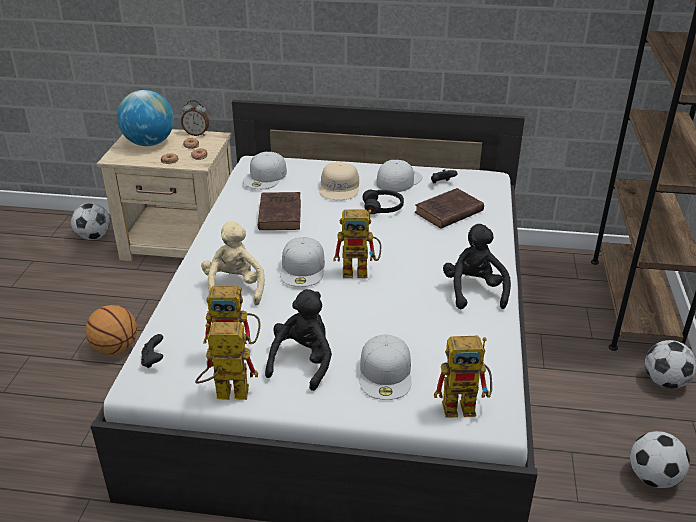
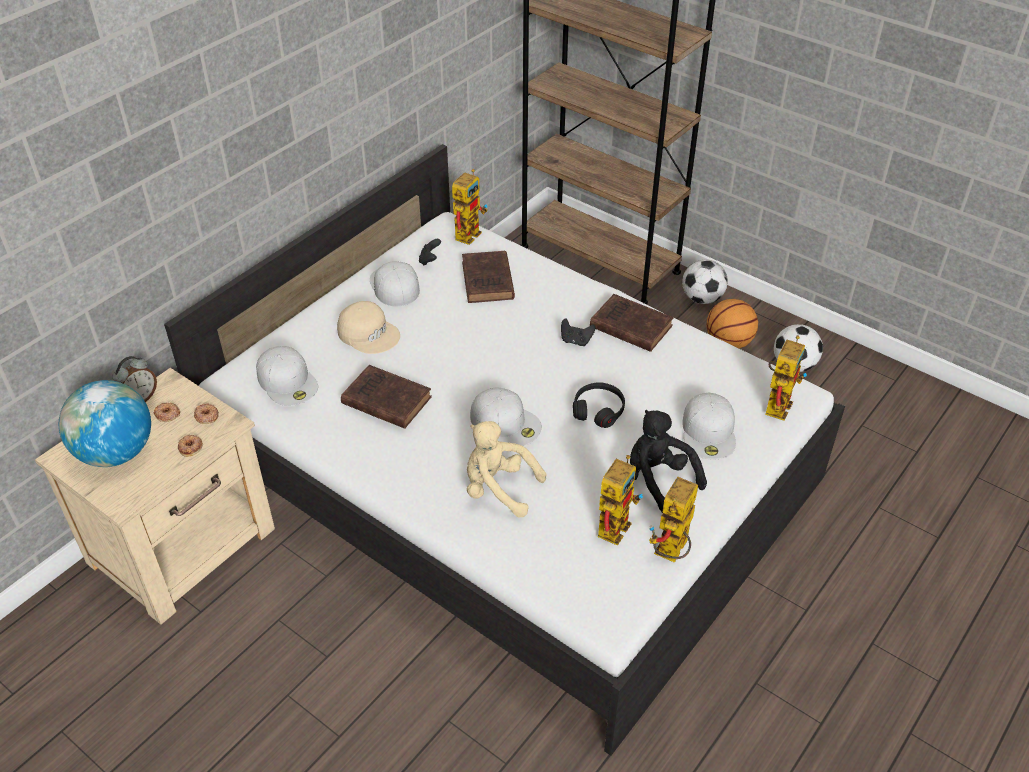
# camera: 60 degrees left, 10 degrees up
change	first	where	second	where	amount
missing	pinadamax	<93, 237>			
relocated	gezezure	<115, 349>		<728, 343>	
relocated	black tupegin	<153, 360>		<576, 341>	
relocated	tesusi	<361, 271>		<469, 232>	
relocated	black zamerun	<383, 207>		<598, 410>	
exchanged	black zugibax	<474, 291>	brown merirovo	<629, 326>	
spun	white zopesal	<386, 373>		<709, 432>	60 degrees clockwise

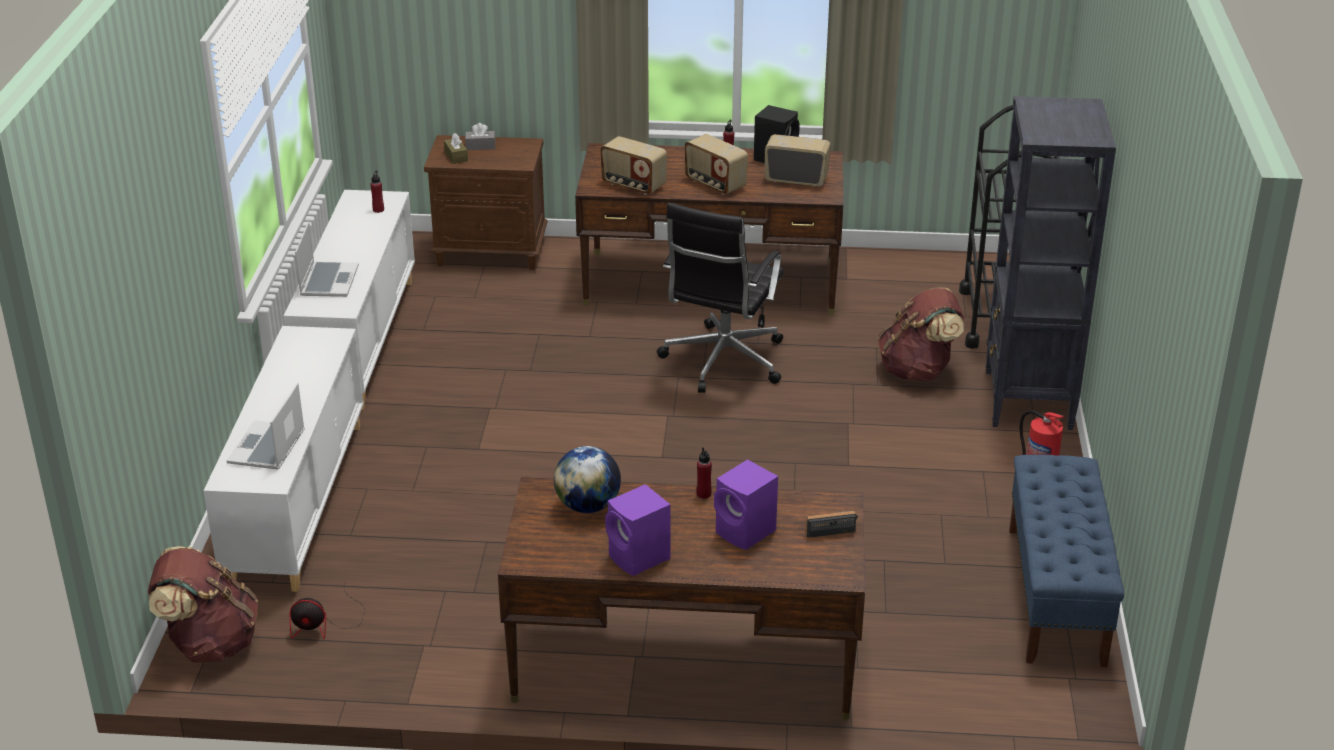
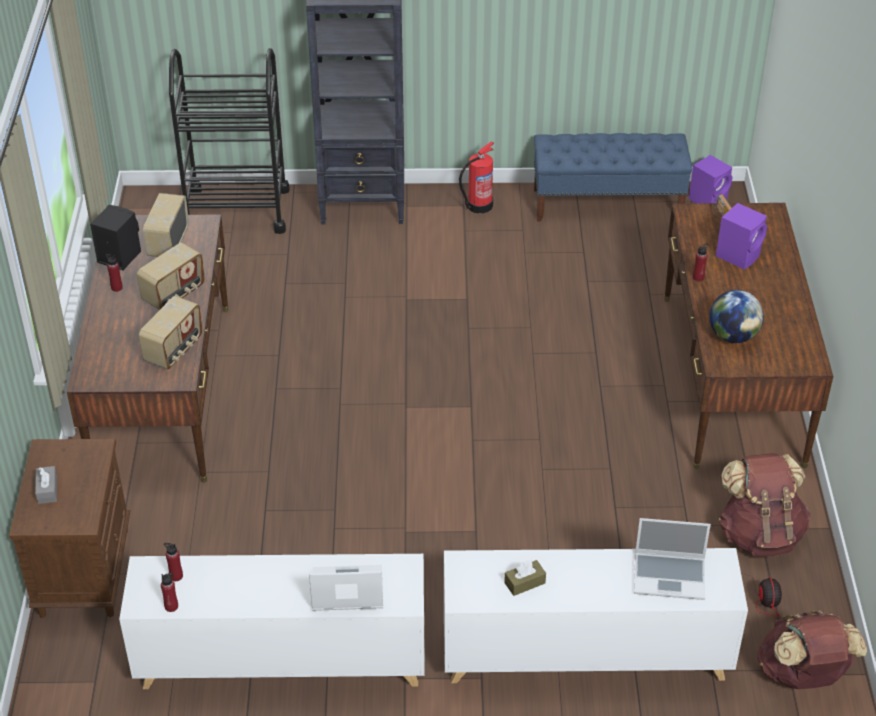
# camera: 95 degrees left, 10 degrees up
change	first	where	second	where	amount
missing	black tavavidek	<722, 362>			
appeared			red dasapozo	<171, 606>	
relocated	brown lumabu	<456, 156>		<524, 583>	
relocated	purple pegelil	<640, 558>		<709, 200>	
relocated	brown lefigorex	<918, 371>		<759, 534>	

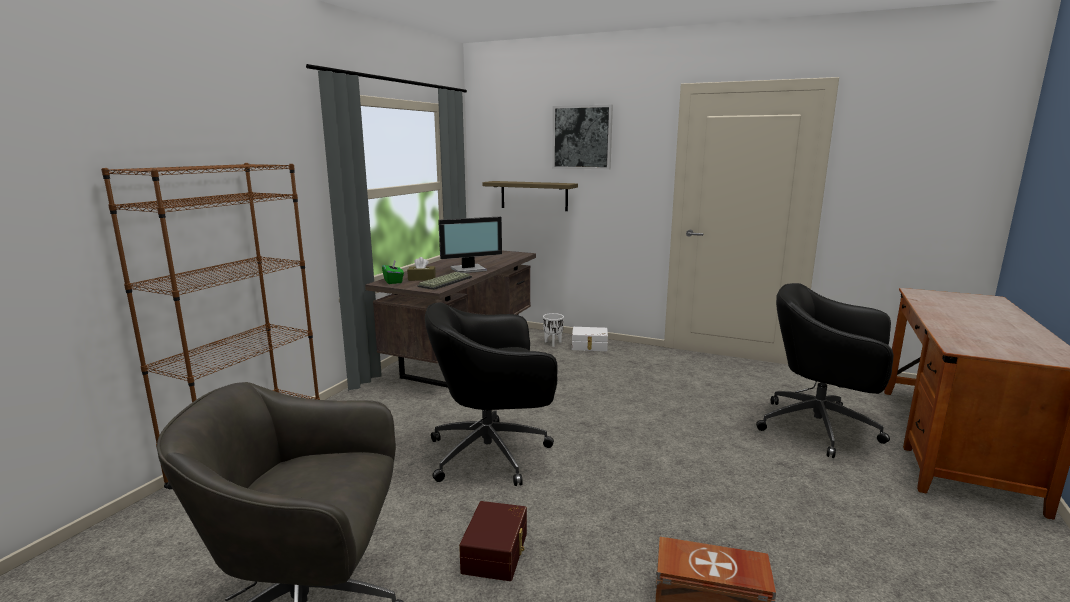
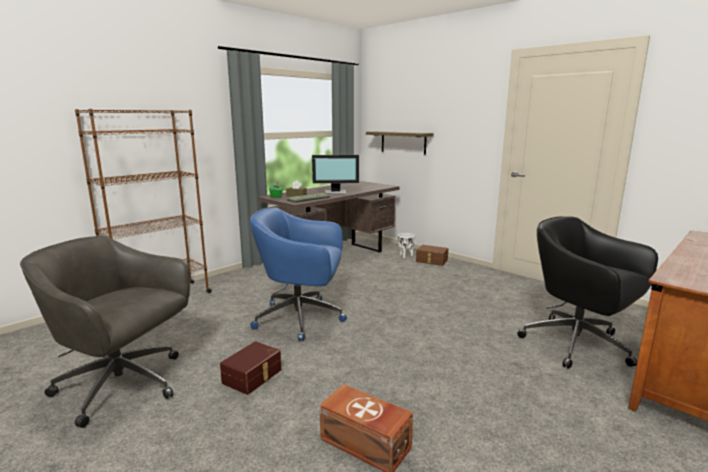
# camera: 20 degrees right, 0 degrees up
change	first	where	second	where	amount
missing	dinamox	<582, 137>			
colour	black tavavidek	<493, 453>	blue tavavidek	<302, 318>	
colour	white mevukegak	<589, 346>	brown mevukegak	<431, 261>	

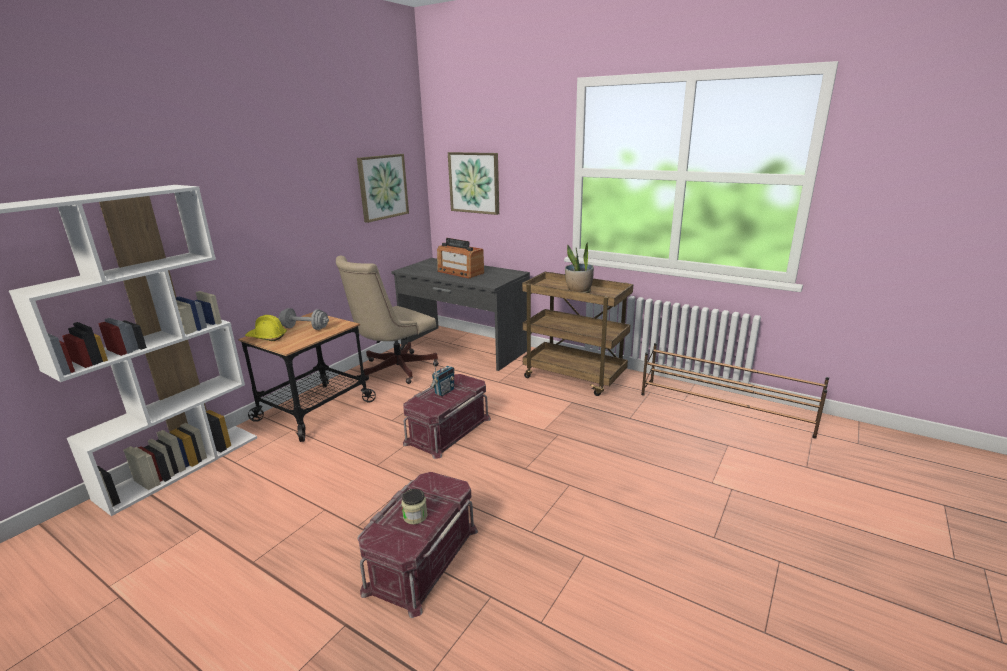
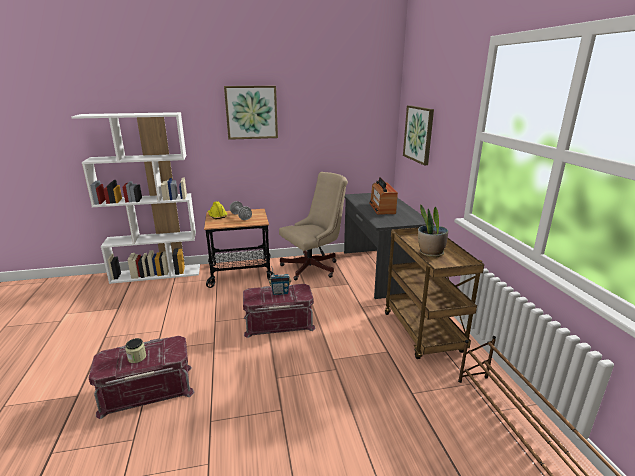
# camera: 45 degrees right, 0 degrees up
change	first	where	second	where	amount
relocated	dinamox	<382, 187>		<251, 112>	
spun	beige tavavidek	<393, 370>		<314, 267>	150 degrees clockwise

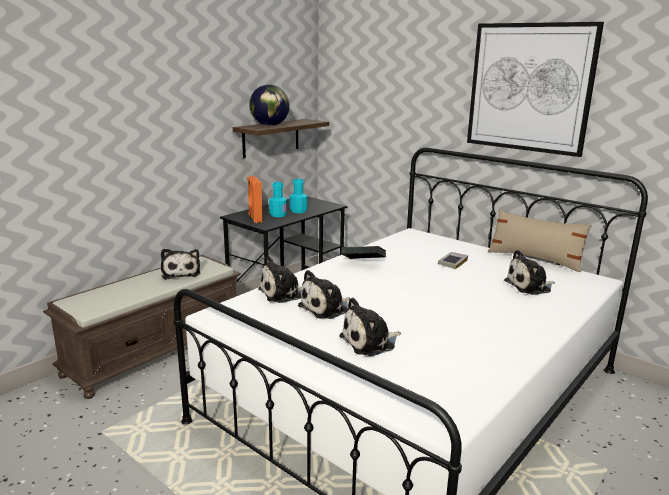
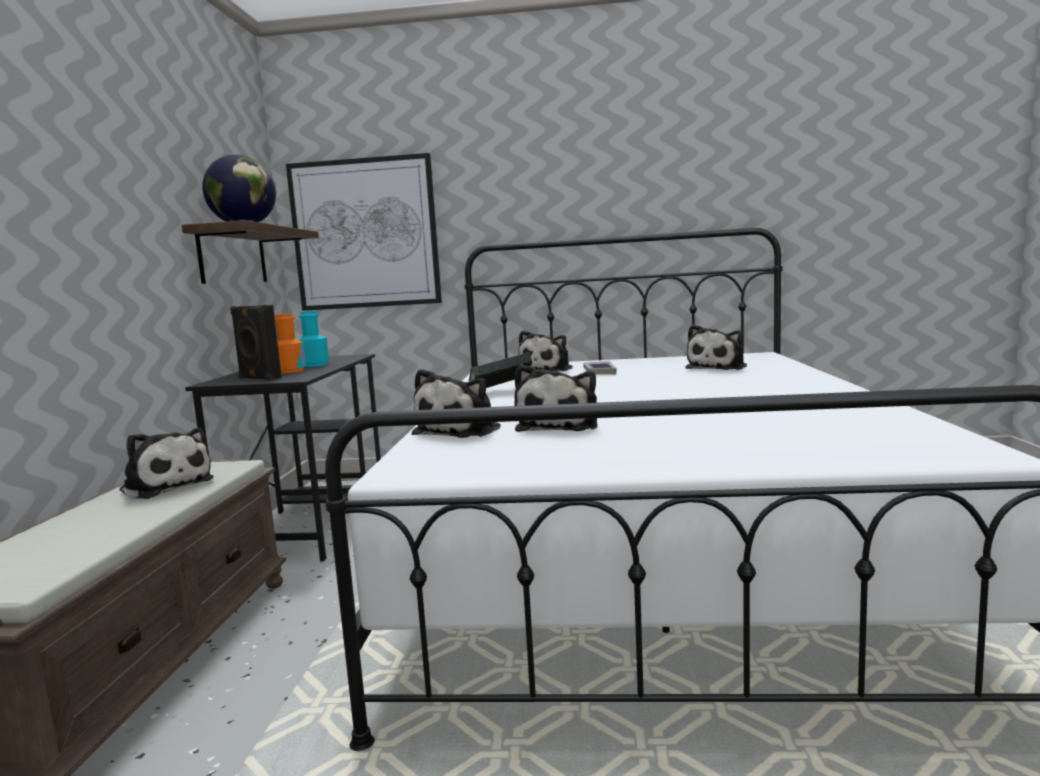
# camera: 35 degrees left, 10 degrees down
change	first	where	second	where	amount
missing	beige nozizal	<534, 259>			
relocated	zugibax	<370, 342>		<547, 370>	
relocated	dinamox	<529, 88>		<365, 234>	
colour	orange pegelil	<254, 218>	black pegelil	<258, 378>	
colour	turquoise dasapozo	<278, 215>	orange dasapozo	<290, 371>	

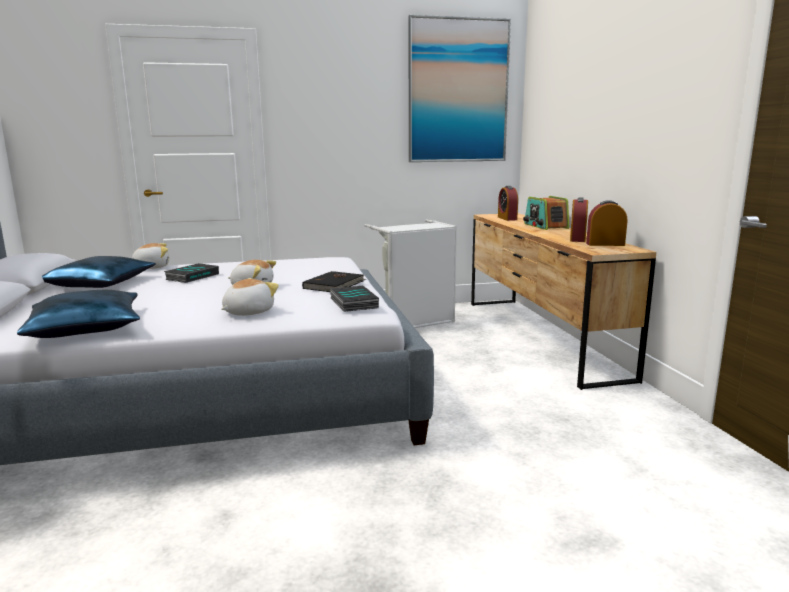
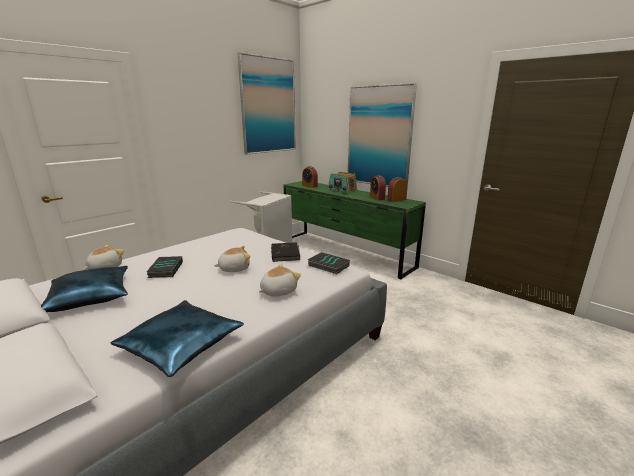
# camera: 35 degrees left, 5 degrees up
change	first	where	second	where	amount
appeared			dinamox	<379, 137>	
colour	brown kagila	<539, 336>	green kagila	<345, 252>	
spun	zugibax	<247, 312>		<278, 291>	45 degrees clockwise

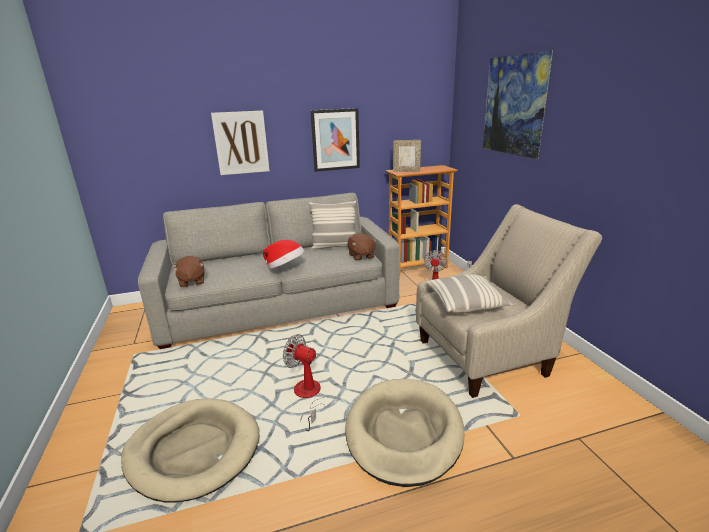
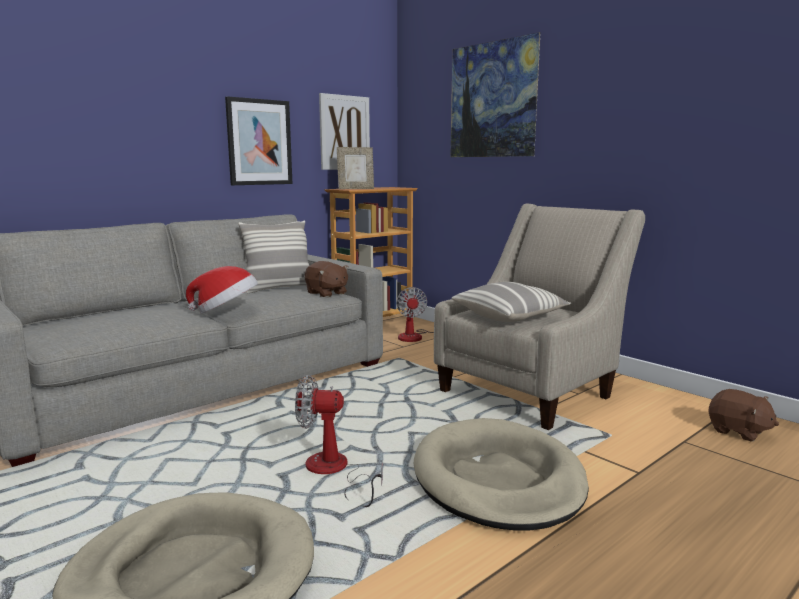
# camera: 25 degrees left, 10 degrees down
change	first	where	second	where	amount
relocated	brown zugibax	<191, 282>		<738, 431>	
relocated	dinamox	<241, 143>		<344, 133>	

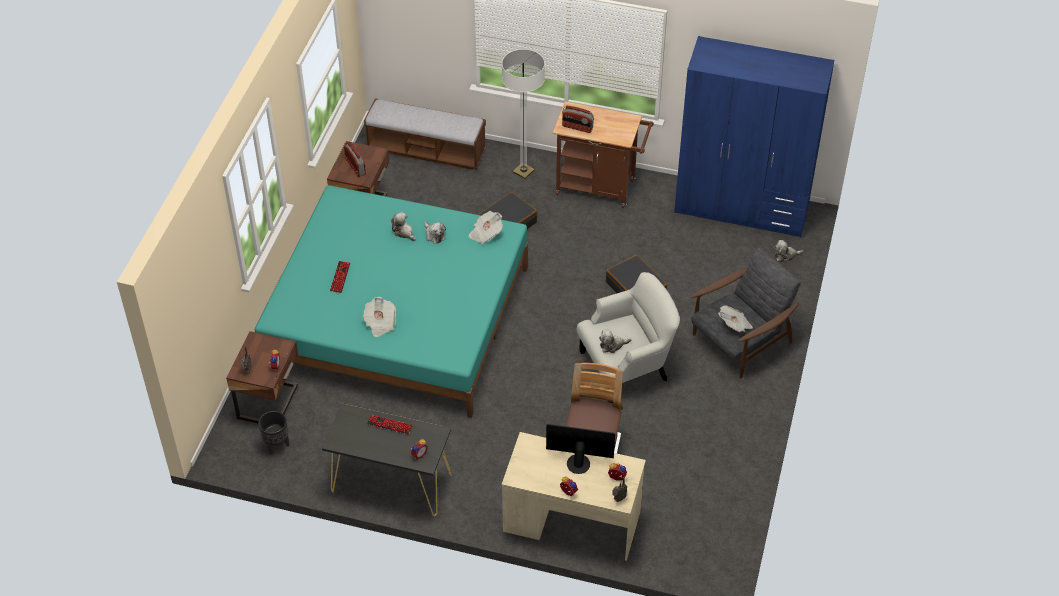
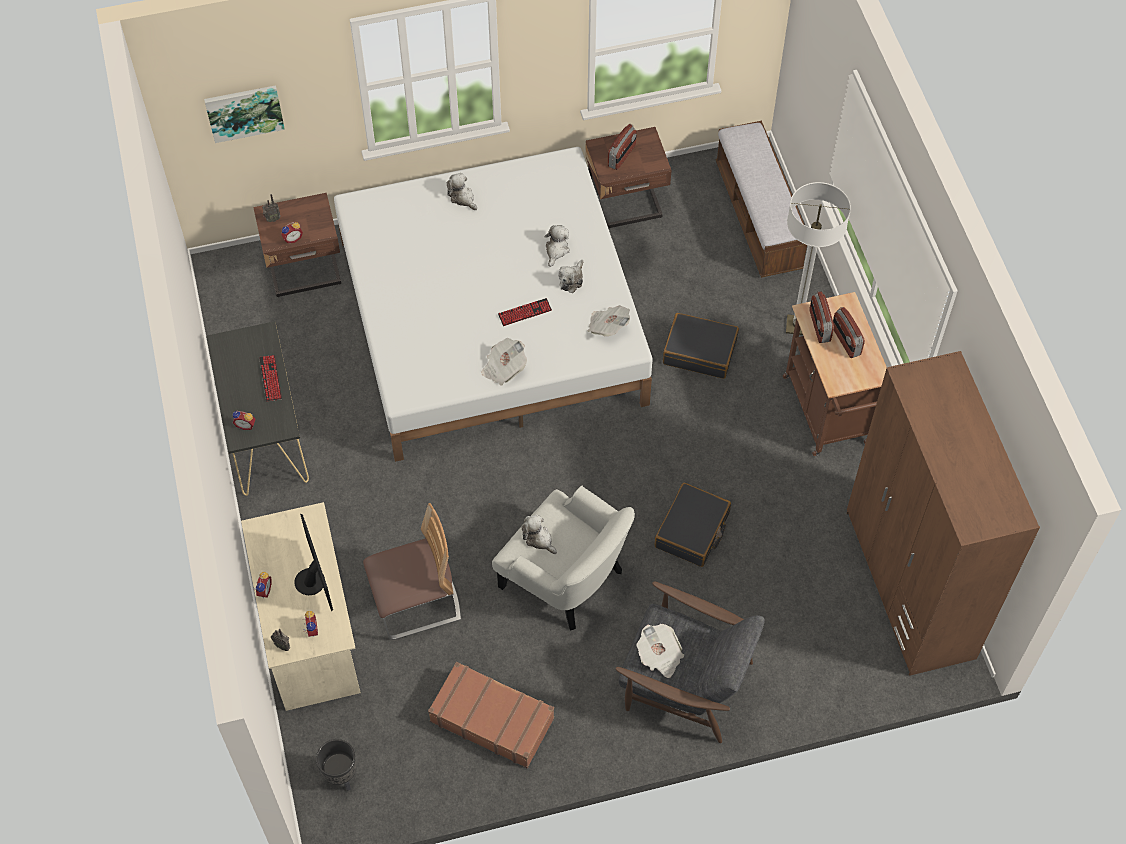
# camera: 60 degrees right, 10 degrees up
change	first	where	second	where	amount
appeared			dinamox	<244, 112>	
appeared			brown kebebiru	<492, 719>	
appeared			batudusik	<845, 341>	
relocated	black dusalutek	<276, 446>		<340, 776>	
relocated	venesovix	<340, 277>		<524, 312>	
relocated	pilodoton	<380, 323>		<504, 368>	
relocated	zugibax	<786, 256>		<462, 197>	
colour	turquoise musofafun	<398, 317>	white musofafun	<492, 321>	
colour	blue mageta	<742, 209>	brown mageta	<909, 585>	

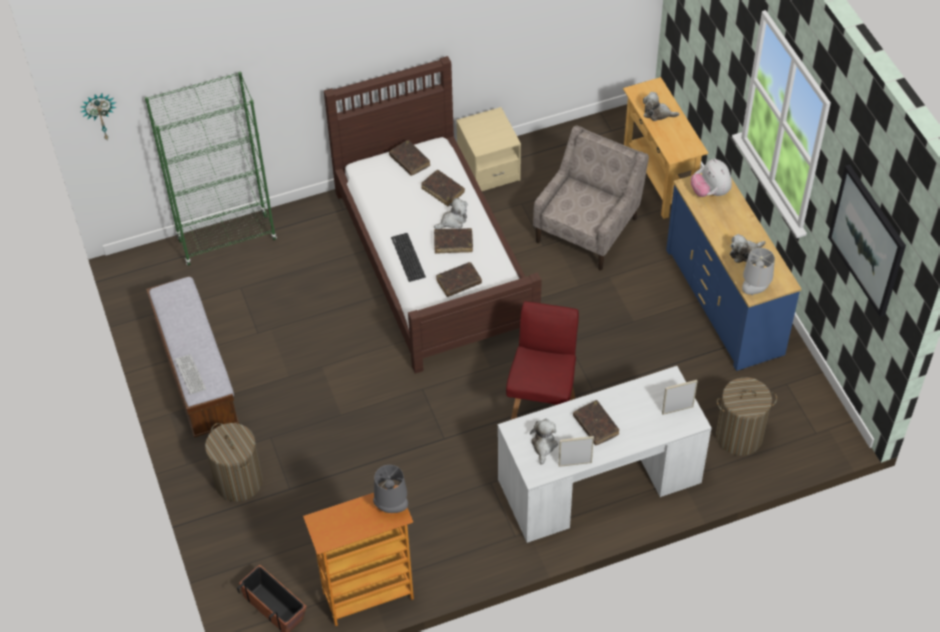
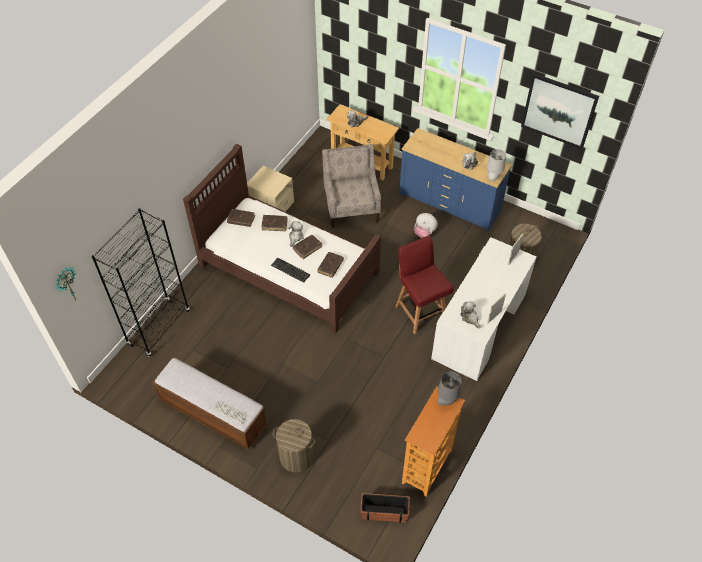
# camera: 40 degrees left, 0 degrees up
change	first	where	second	where	amount
missing	brown merirovo	<595, 426>			
relocated	zugibax	<710, 192>		<424, 232>	
colour	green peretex	<227, 239>	black peretex	<159, 328>	

